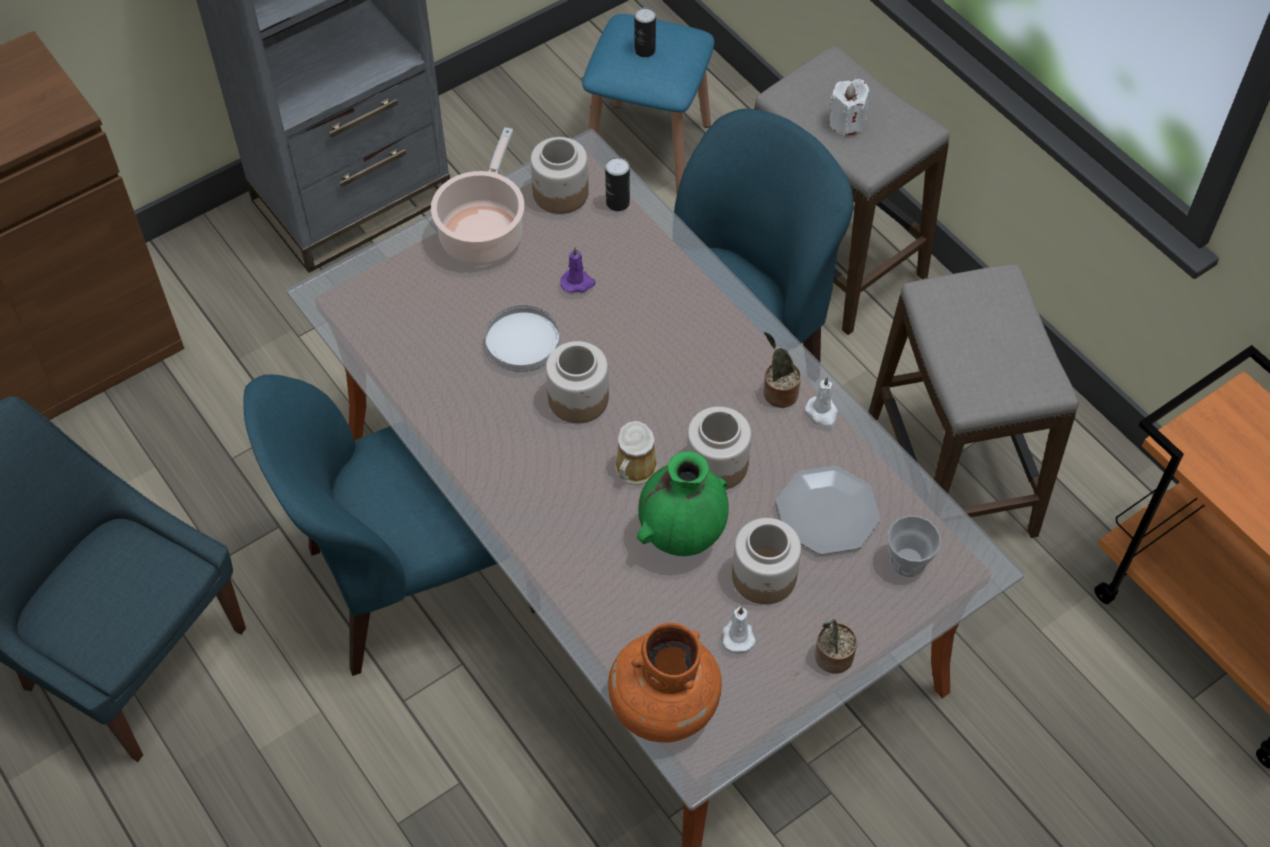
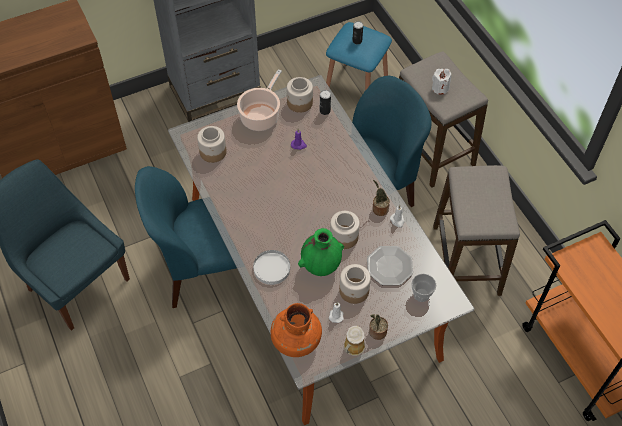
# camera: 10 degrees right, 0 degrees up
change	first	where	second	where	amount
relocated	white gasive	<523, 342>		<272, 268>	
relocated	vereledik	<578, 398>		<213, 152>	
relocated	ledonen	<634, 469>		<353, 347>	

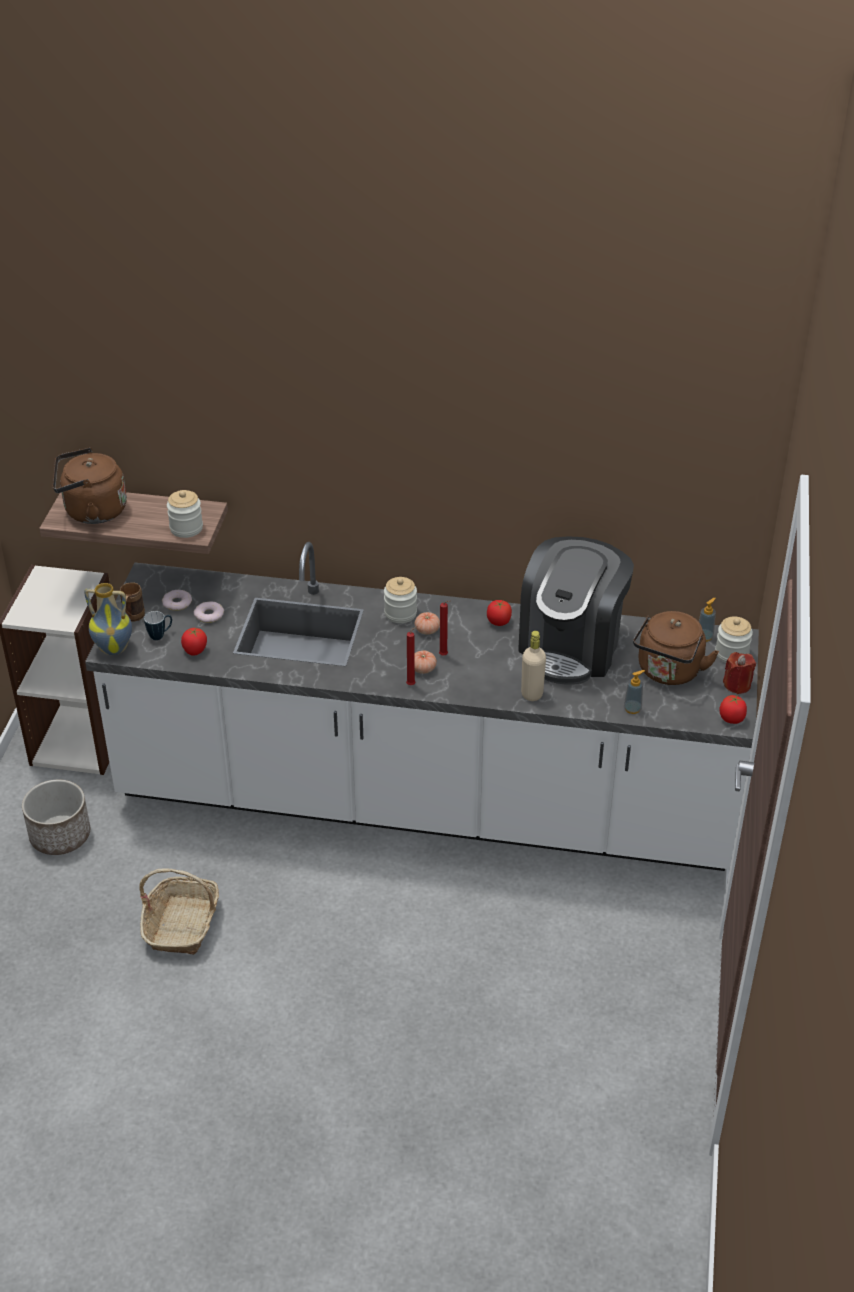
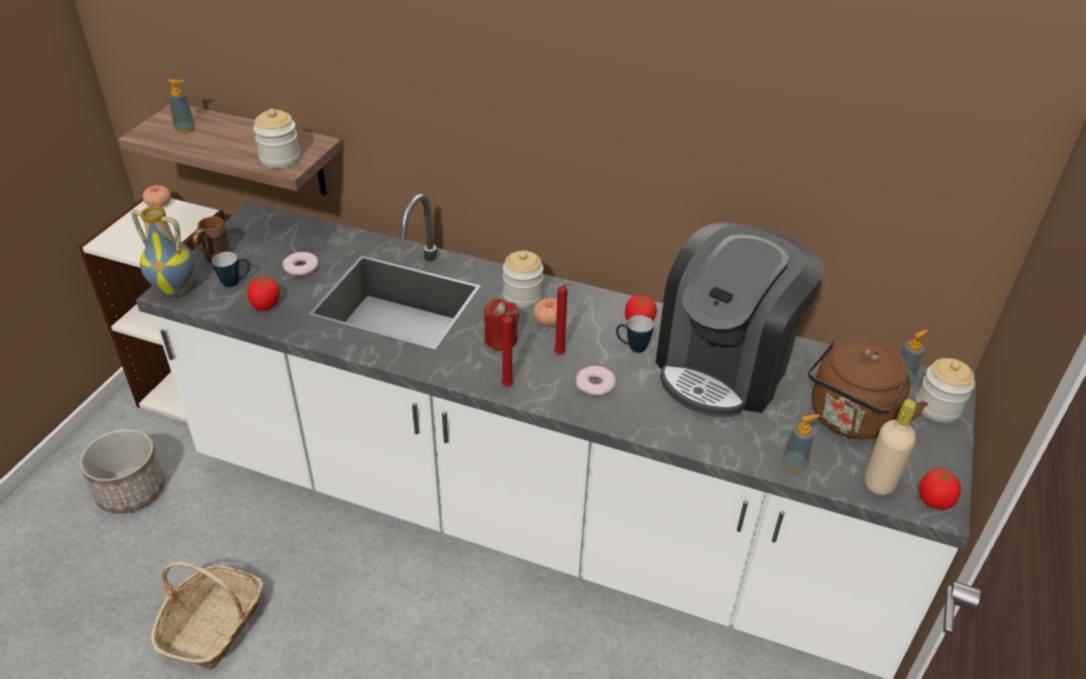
# camera: 10 degrees right, 0 degrees up
change	first	where	second	where	amount
appeared			ledonen	<632, 347>	
relocated	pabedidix	<177, 603>		<595, 384>	
relocated	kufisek	<423, 669>		<159, 204>	
relocated	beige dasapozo	<532, 694>		<879, 484>	
relocated	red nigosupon	<737, 685>		<500, 340>	
exchanged	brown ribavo	<91, 511>	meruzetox	<185, 129>	

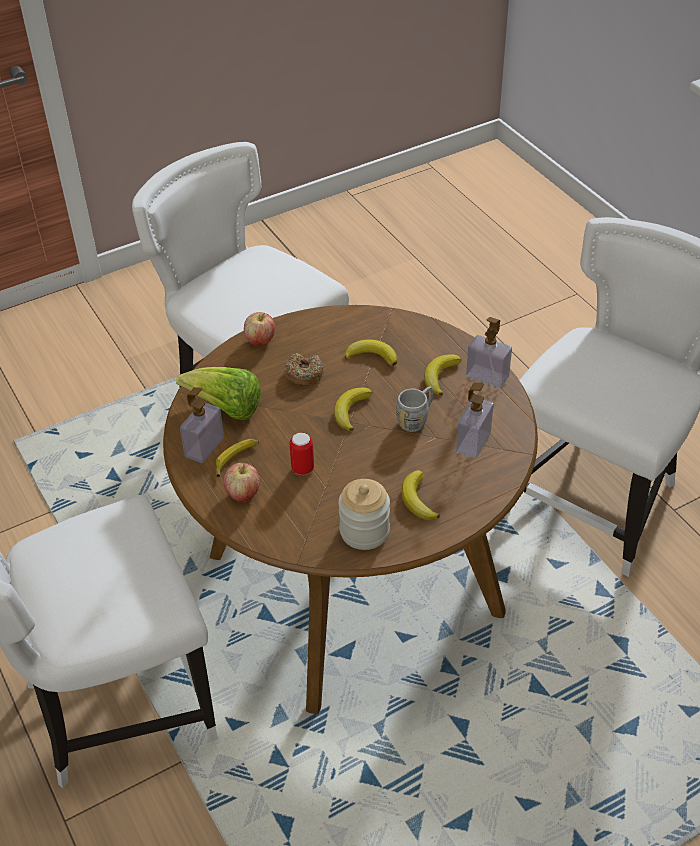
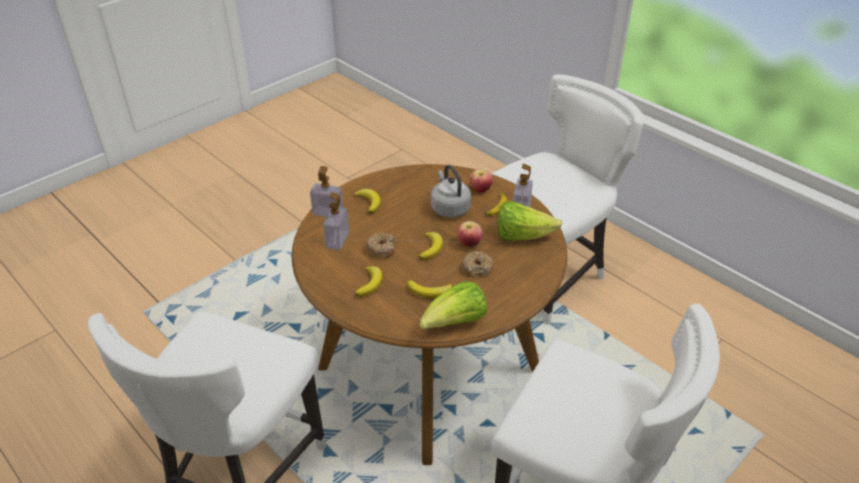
# camera: 165 degrees right, 5 degrees down
change	first	where	second	where	amount
missing	vereledik	<364, 531>			
appeared			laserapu	<455, 323>	
relocated	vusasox	<260, 341>		<469, 243>	
relocated	meruzetox	<487, 376>		<328, 213>	
exchanged	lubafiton	<303, 469>	grey ribavo	<449, 208>	
exchanged	grey ledonen	<416, 419>	pabedidix	<381, 249>	

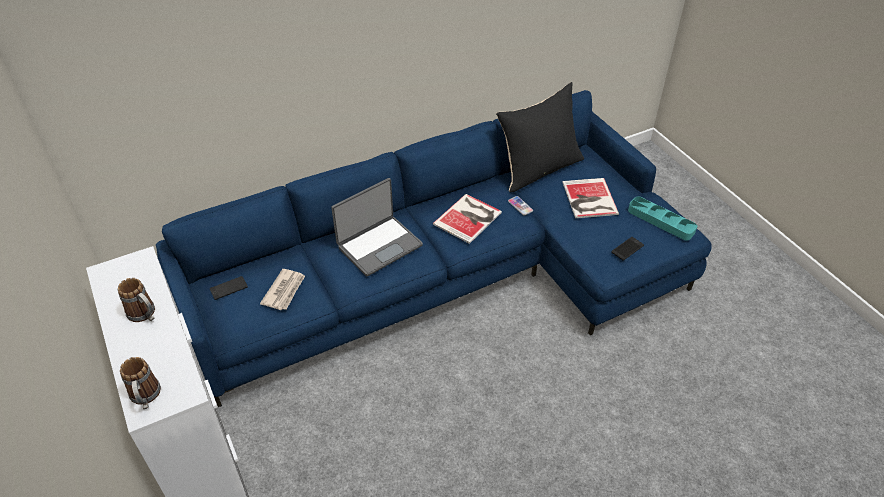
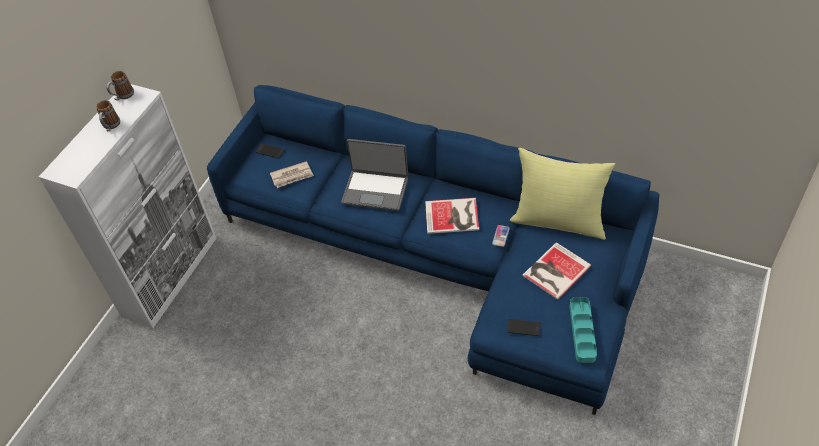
# camera: 55 degrees right, 5 degrees up
change	first	where	second	where	amount
relocated	ledonen	<146, 398>		<123, 96>	
colour	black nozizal	<539, 169>	yellow nozizal	<559, 220>	

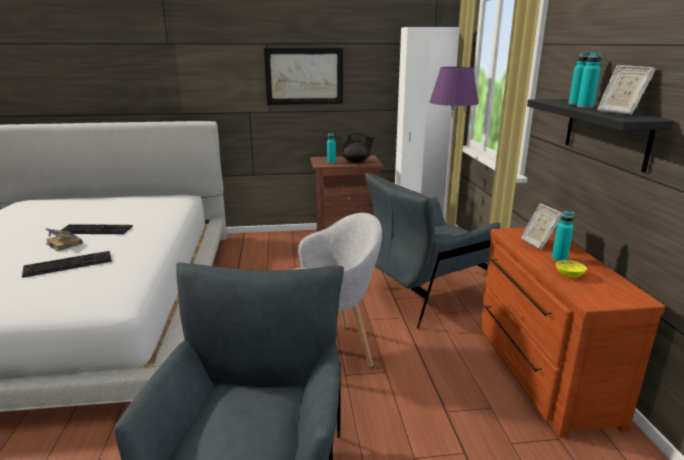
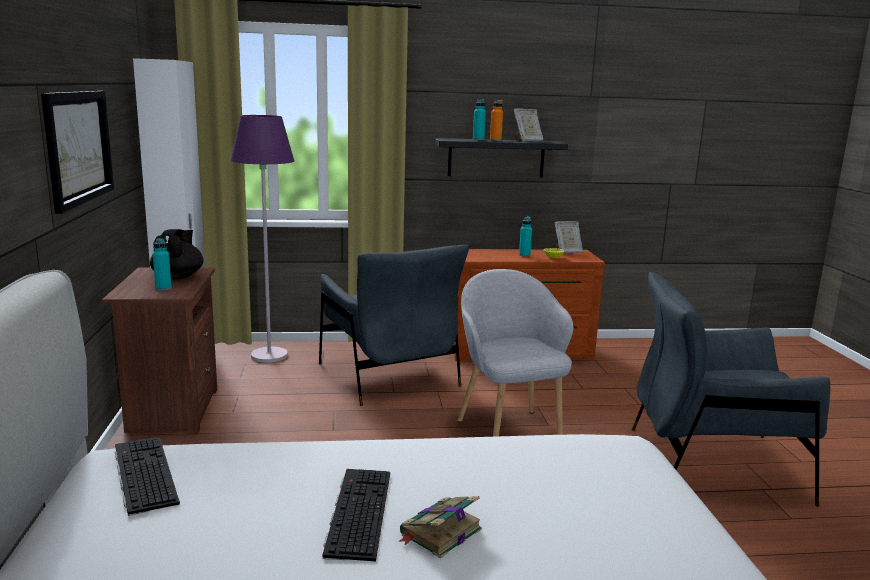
# camera: 90 degrees left, 5 degrees down
change	first	where	second	where	amount
relocated	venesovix	<69, 264>		<142, 473>	
relocated	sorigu	<537, 243>		<567, 251>	
colour	turquoise dasapozo	<585, 106>	orange dasapozo	<495, 140>	

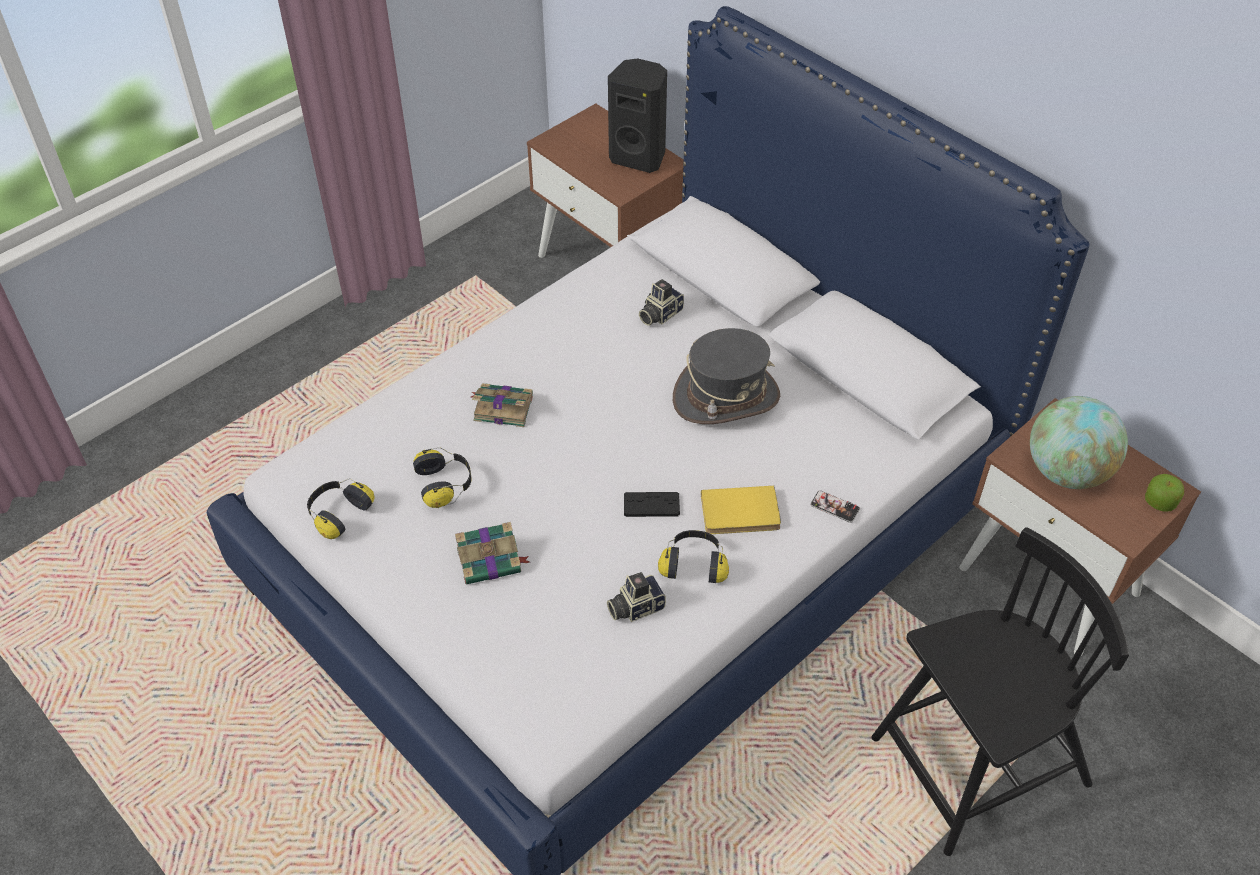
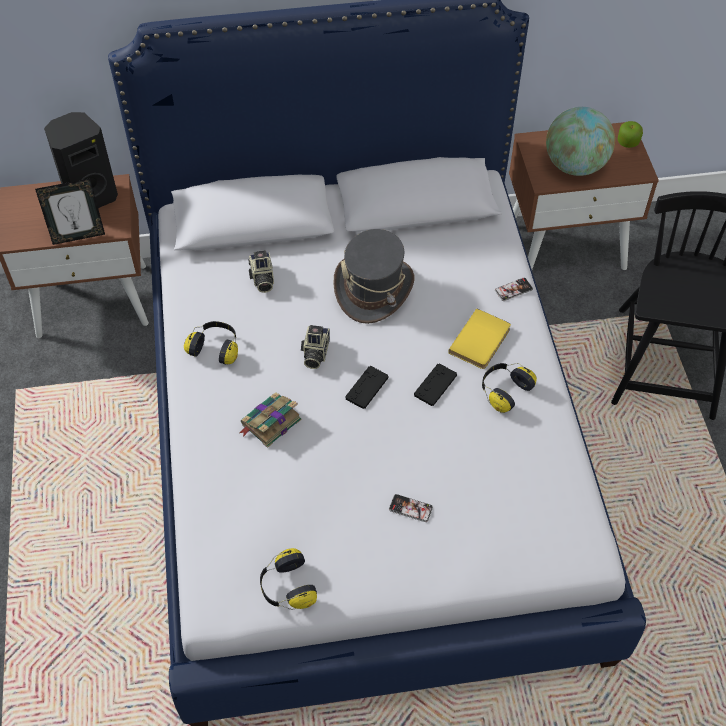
# camera: 55 degrees left, 5 degrees up
change	first	where	second	where	amount
appeared			sorigu	<78, 236>	
appeared			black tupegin	<367, 388>	
relocated	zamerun	<445, 484>		<216, 348>	
relocated	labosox	<635, 607>		<315, 353>	
exchanged	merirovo	<491, 560>	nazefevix	<410, 508>	

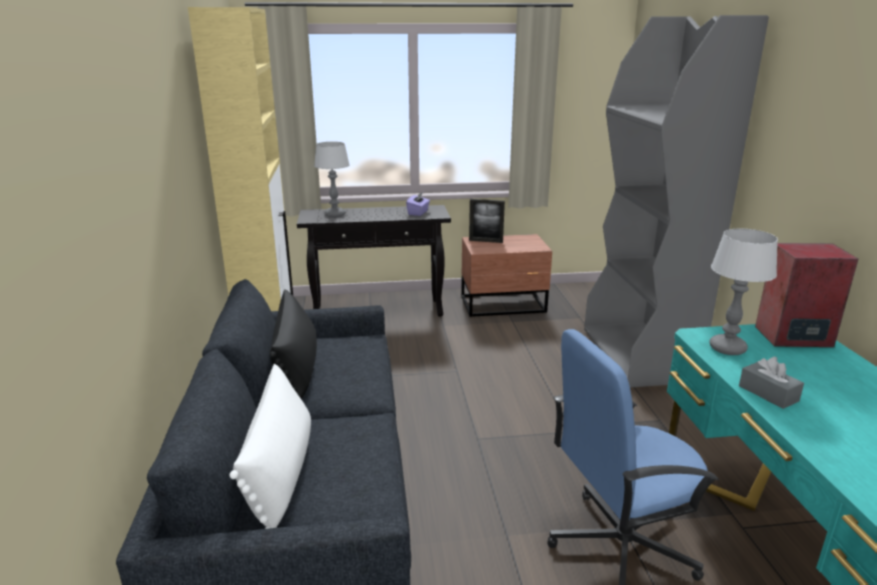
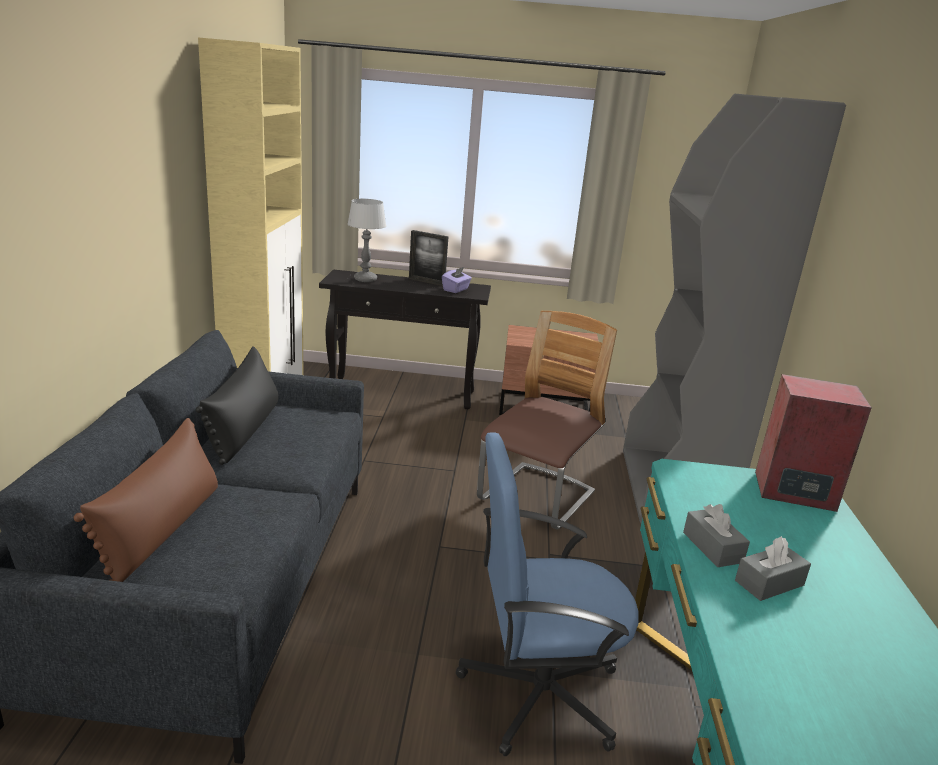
# camera: 10 degrees right, 0 degrees up
change	first	where	second	where	amount
missing	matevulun	<726, 348>			
appeared			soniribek	<536, 497>	
appeared			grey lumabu	<769, 583>	
relocated	sorigu	<486, 241>		<426, 282>	
colour	white nozizal	<281, 471>	brown nozizal	<162, 529>	

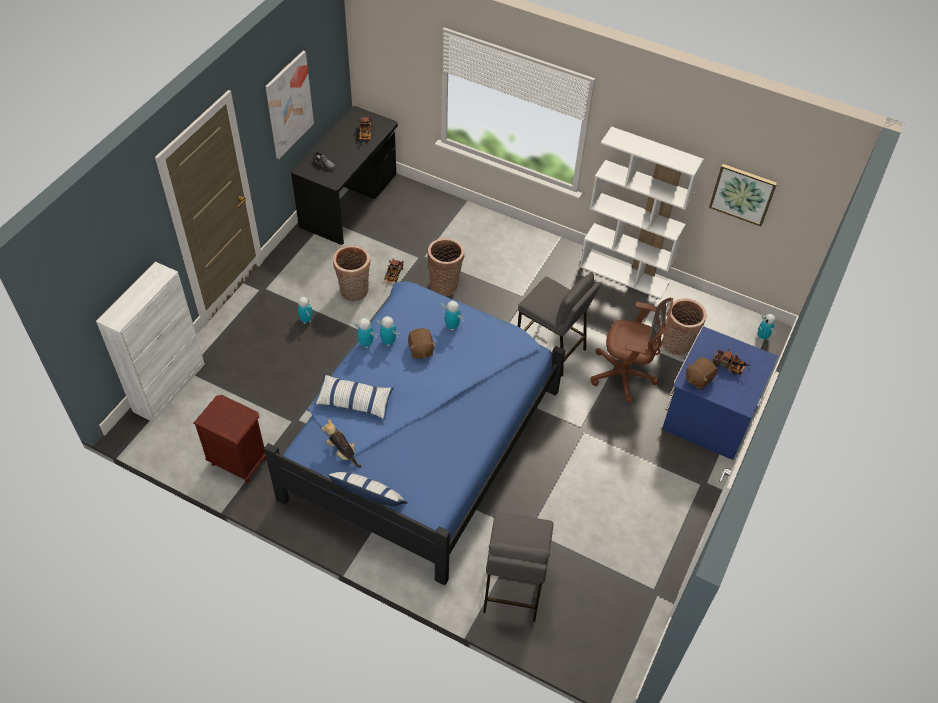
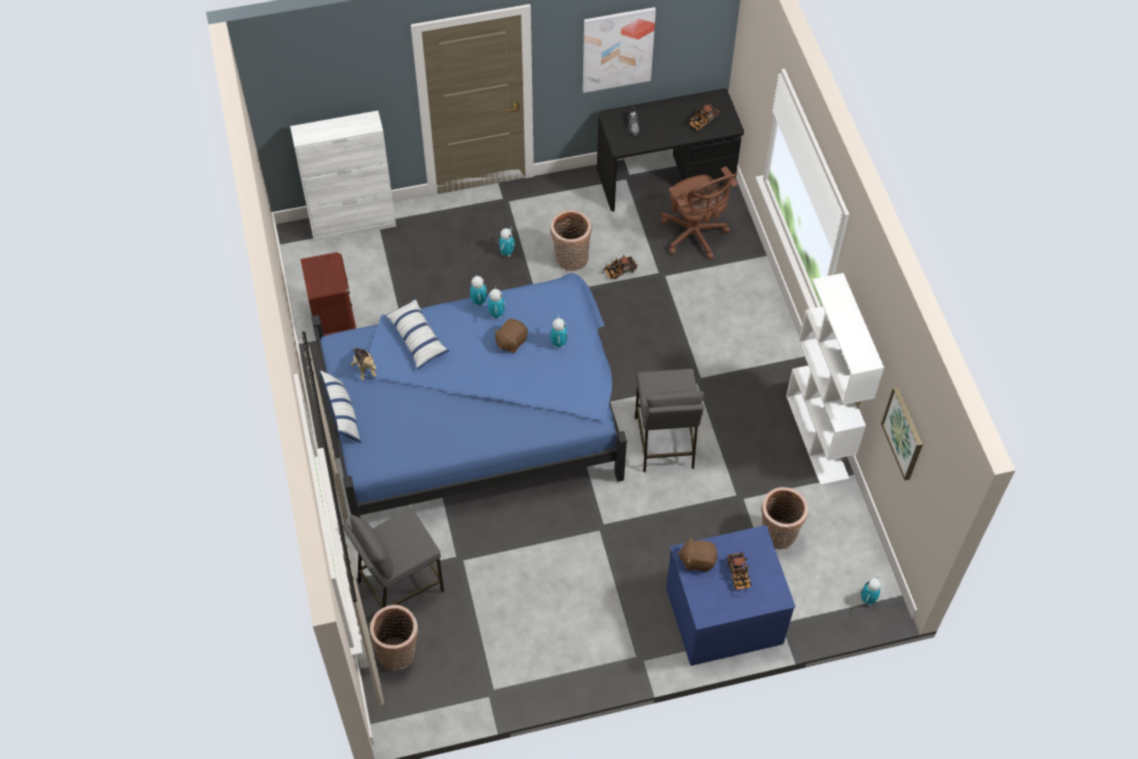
# camera: 50 degrees right, 5 degrees up
change	first	where	second	where	amount
relocated	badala	<445, 285>		<399, 653>	
relocated	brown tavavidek	<625, 376>		<695, 236>	
spun	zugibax	<342, 452>		<364, 368>	150 degrees clockwise

